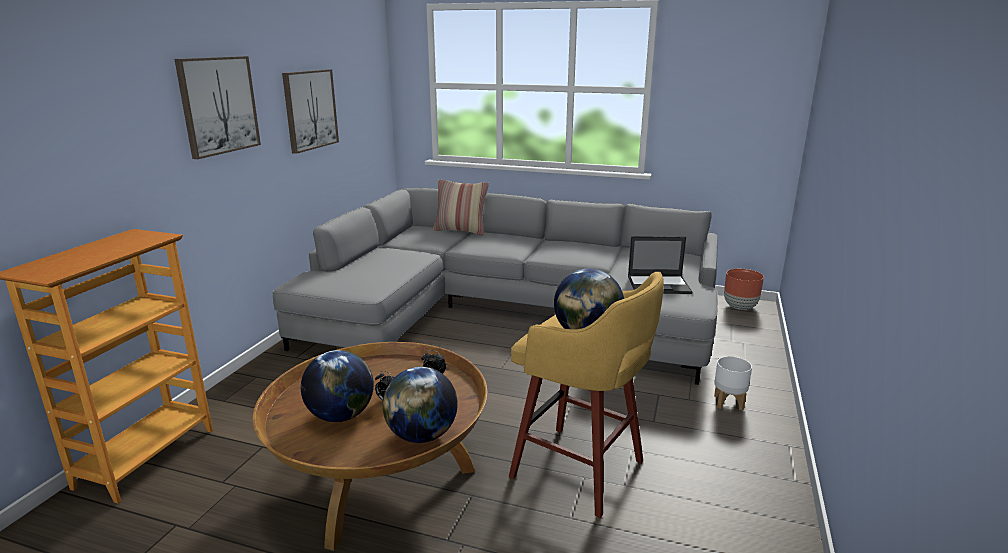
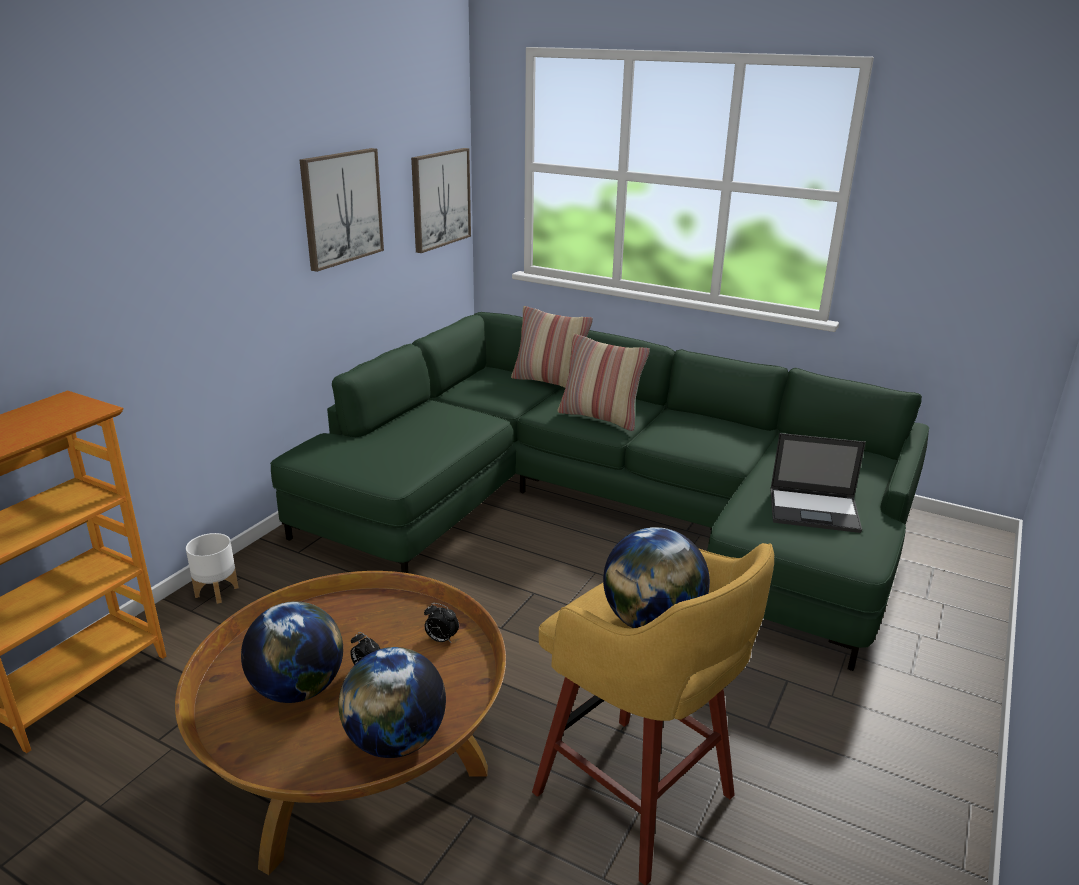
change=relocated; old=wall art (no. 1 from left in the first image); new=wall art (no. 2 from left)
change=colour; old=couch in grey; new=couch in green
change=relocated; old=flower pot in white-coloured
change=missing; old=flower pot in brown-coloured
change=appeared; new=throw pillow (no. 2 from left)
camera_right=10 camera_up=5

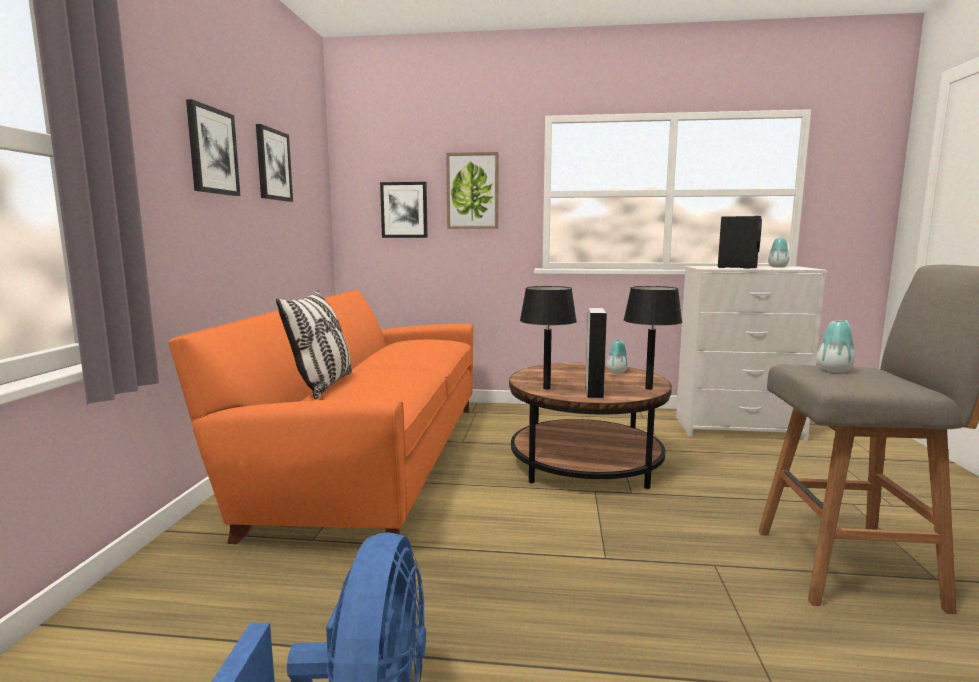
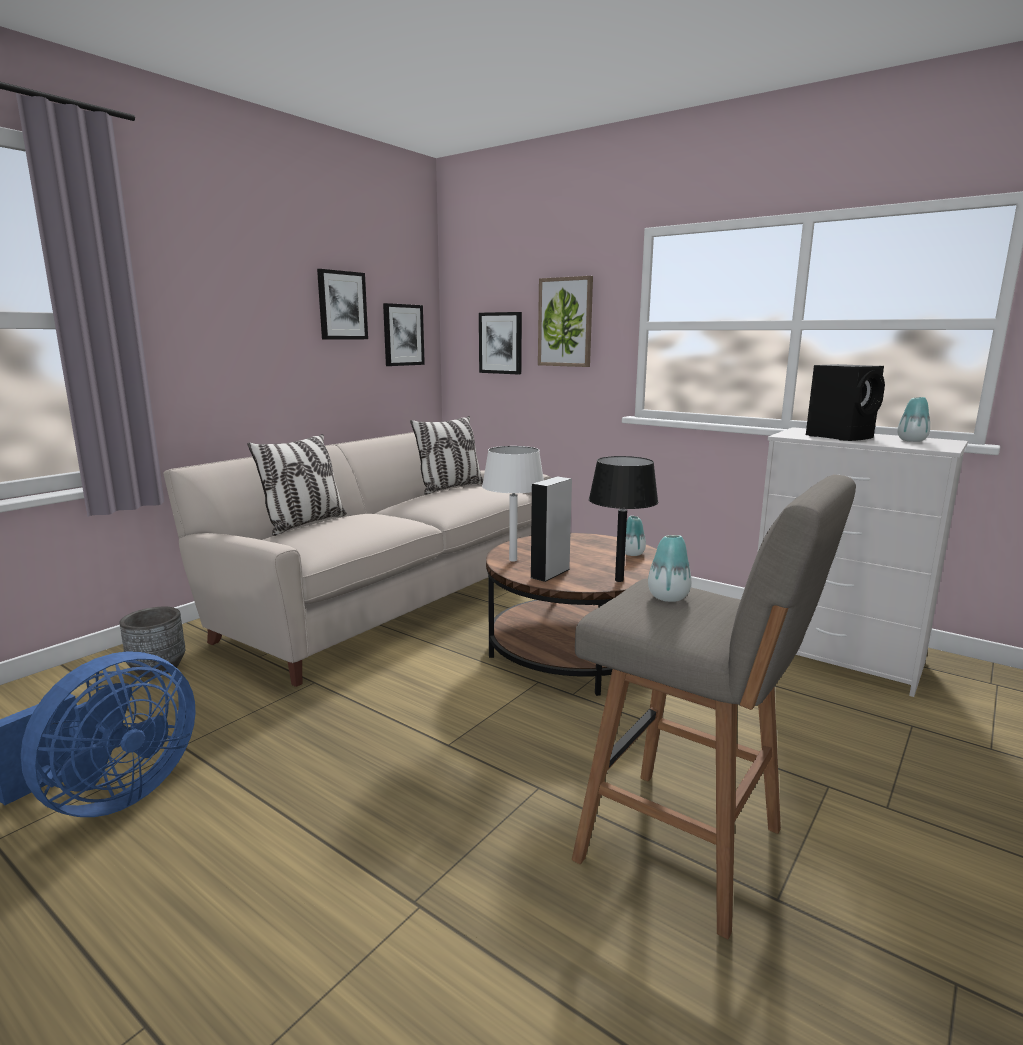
change=colour; old=couch in orange; new=couch in beige
change=relocated; old=wall art (no. 1 from left in the first image); new=wall art (no. 2 from left)
change=colour; old=lamp for a table in black-coloured (no. 1 from left); new=lamp for a table in white-coloured
change=appeared; new=flower pot in grey
change=appeared; new=throw pillow (no. 2 from left)
camera_right=30 camera_up=5

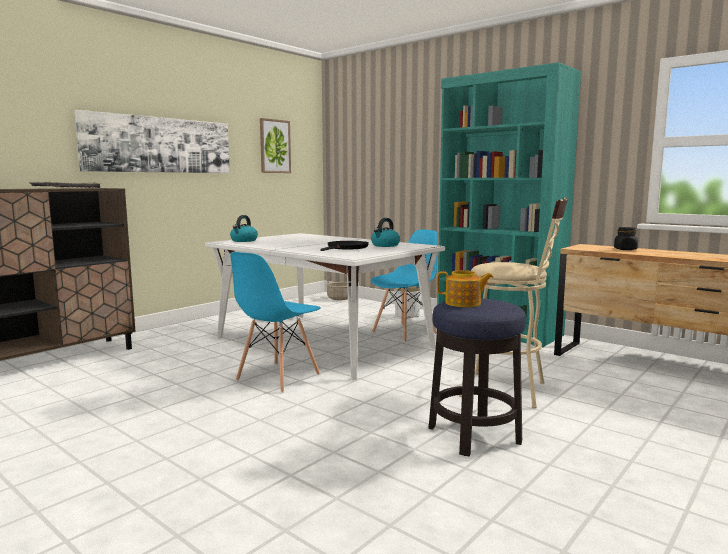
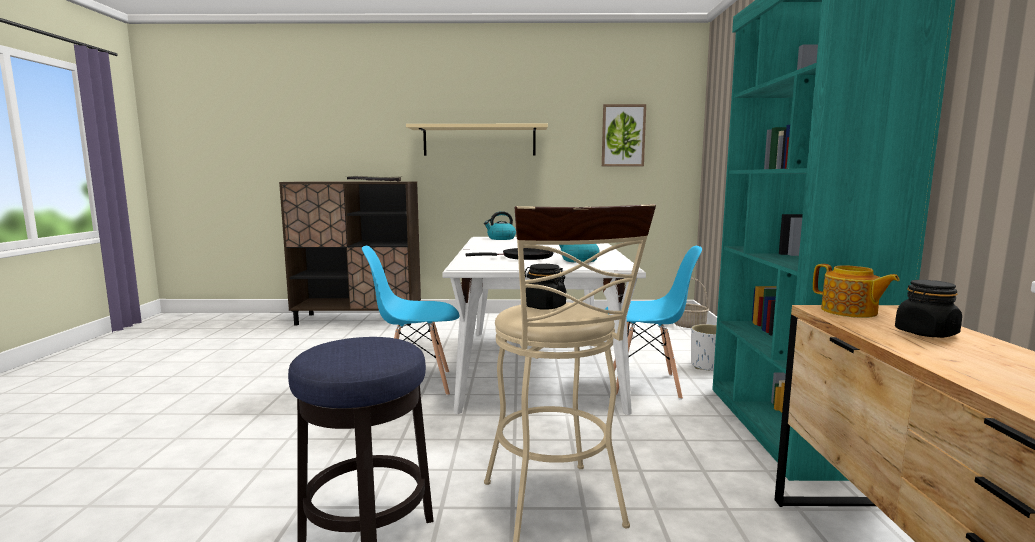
change=exchanged; old=wall art (no. 1 from left); new=shelf in beige
change=relocated; old=teapot
change=appeared; new=jar in black-coloured (no. 1 from left)
camera_right=50 camera_up=0

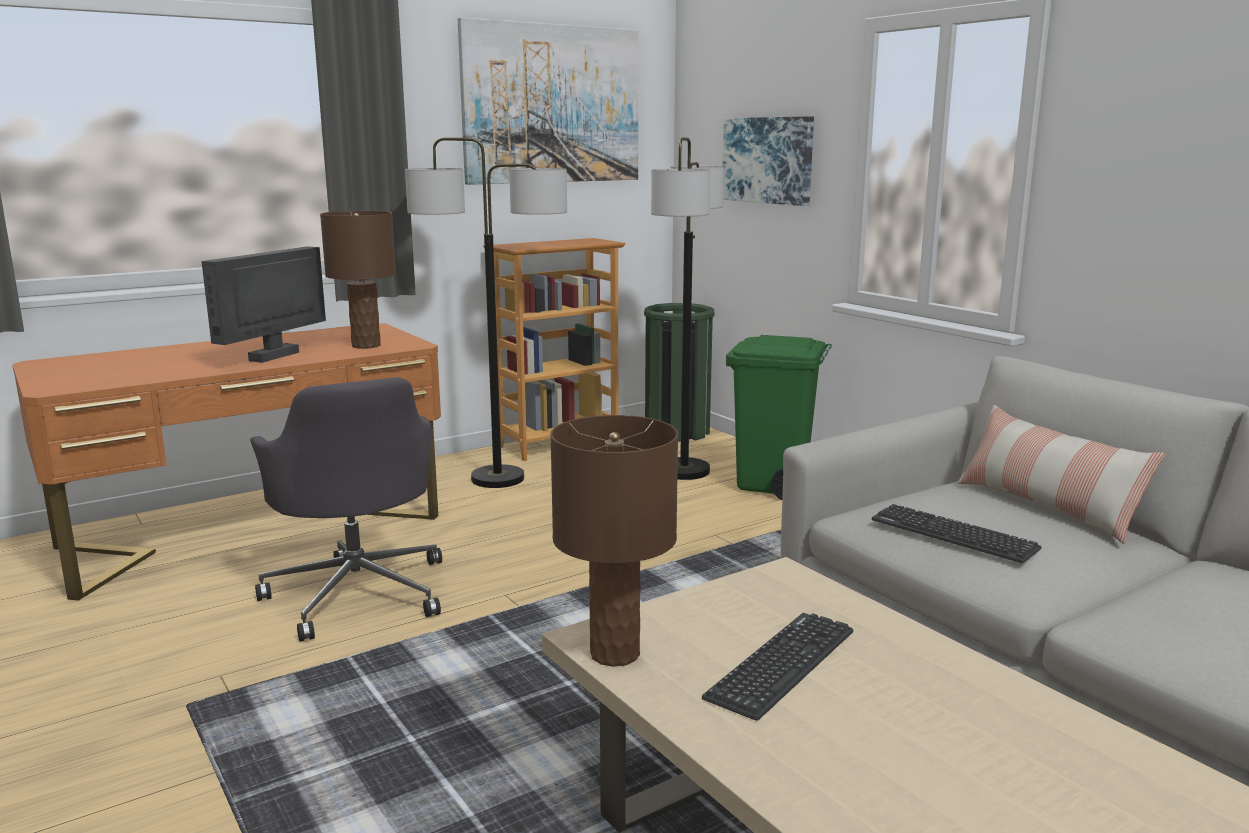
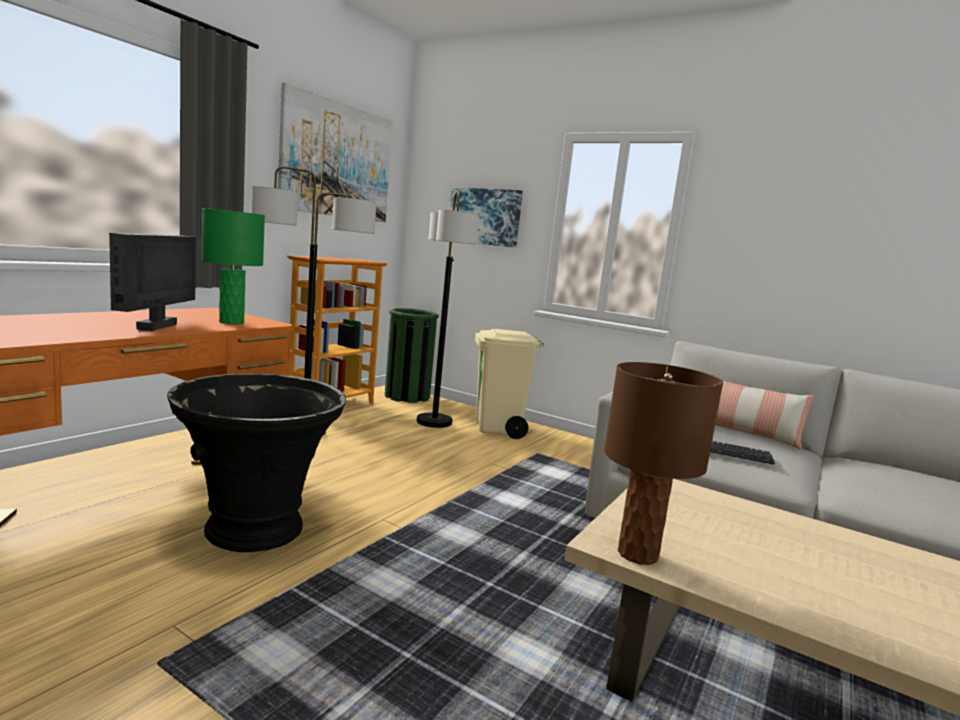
change=exchanged; old=computer chair in grey; new=flower pot in black-coloured
change=colour; old=lamp for a table in brown-coloured (no. 1 from left); new=lamp for a table in green
change=missing; old=computer keyboard (no. 1 from left)
change=colour; old=rubbish bin in green (no. 2 from left); new=rubbish bin in beige
camera_right=-25 camera_up=-5

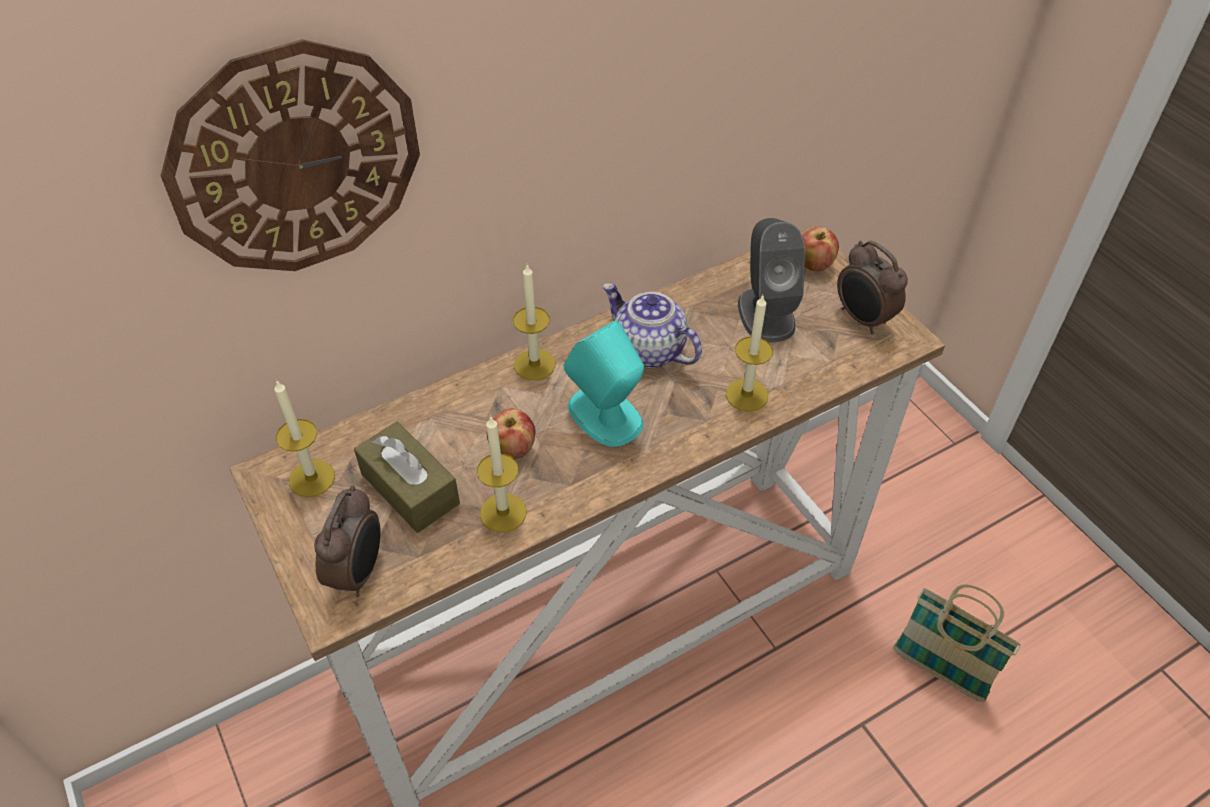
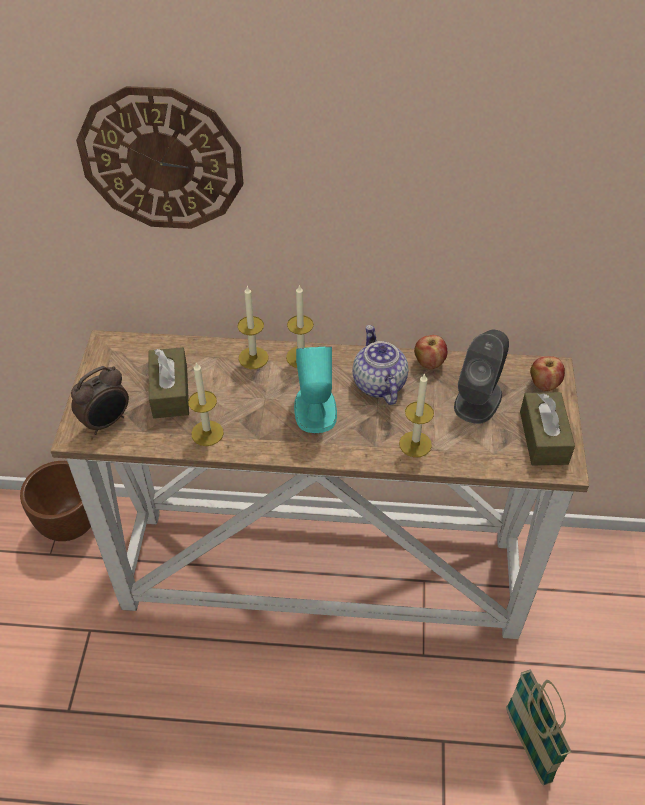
change=relocated; old=candle (no. 1 from left in the first image); new=candle (no. 2 from left)
change=relocated; old=apple (no. 1 from left)
change=exchanged; old=table clock (no. 2 from left); new=box of tissues in brown-coloured (no. 2 from left)
change=appeared; new=flower pot in brown-coloured
camera_right=35 camera_up=0

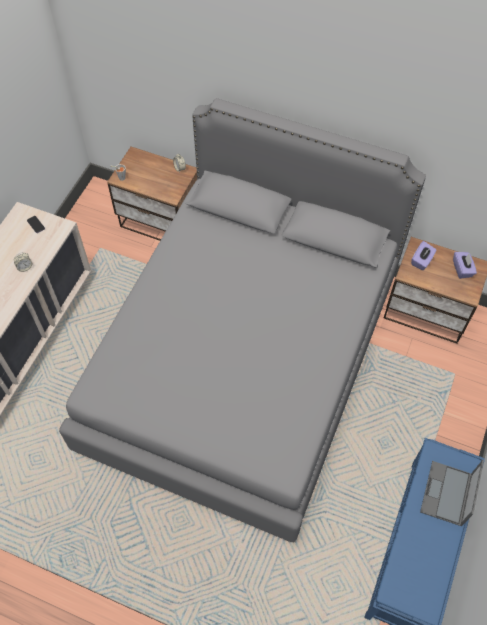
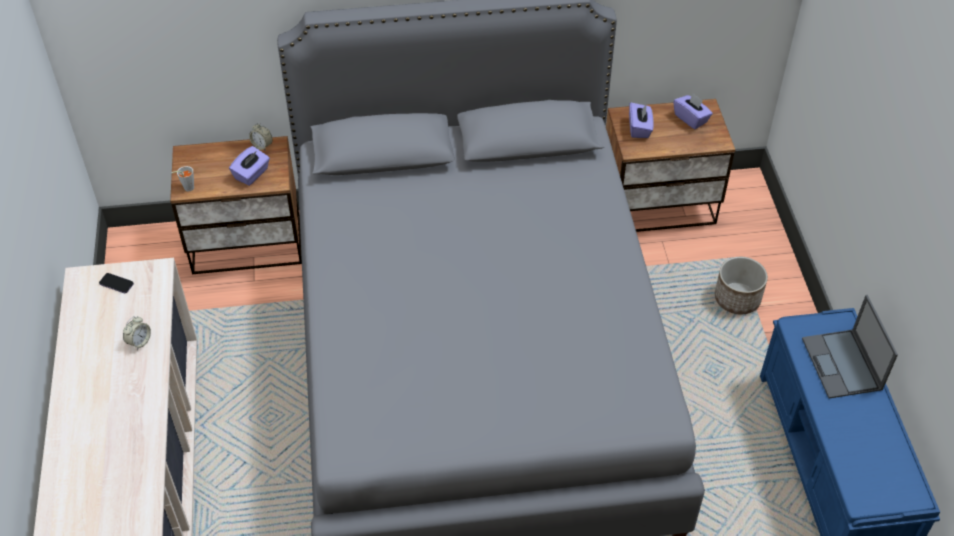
change=appeared; new=box of tissues in purple (no. 1 from left)
change=appeared; new=flower pot
camera_right=-30 camera_up=-10

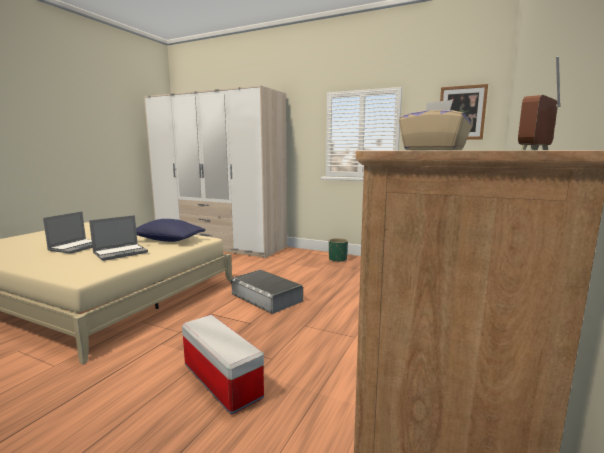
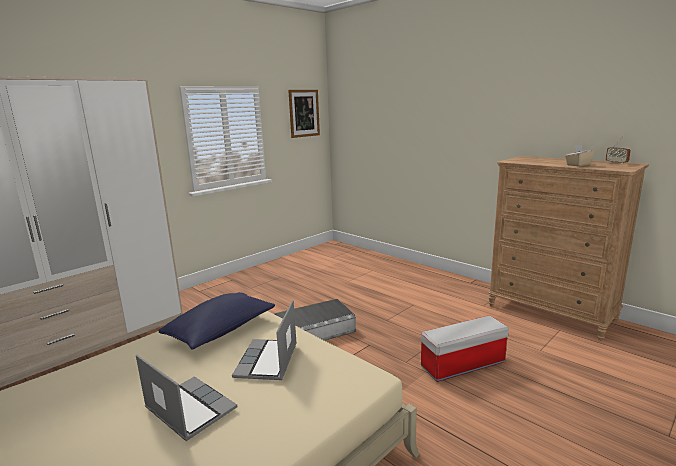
change=spun; old=laptop (no. 2 from left); degrees=-150
change=missing; old=flower pot in green
camera_right=-70 camera_up=5

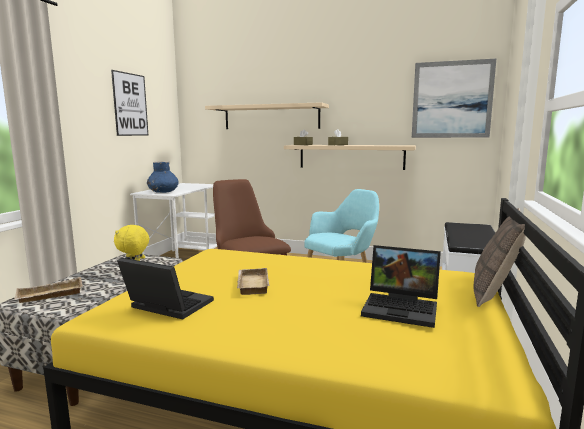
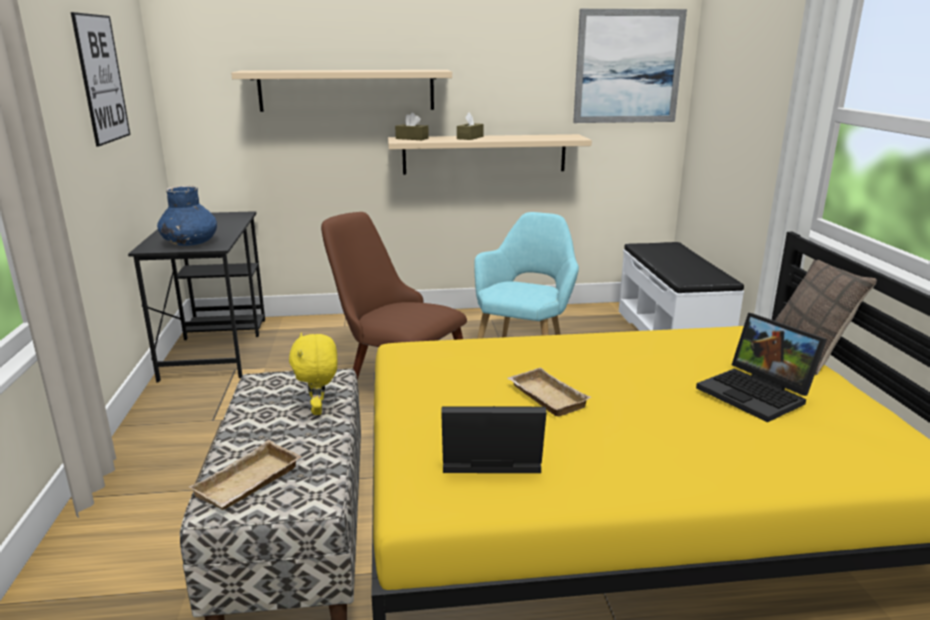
change=colour; old=desk unit in white-coloured; new=desk unit in black-coloured
change=spun; old=laptop (no. 2 from left); degrees=60
camera_right=-25 camera_up=10

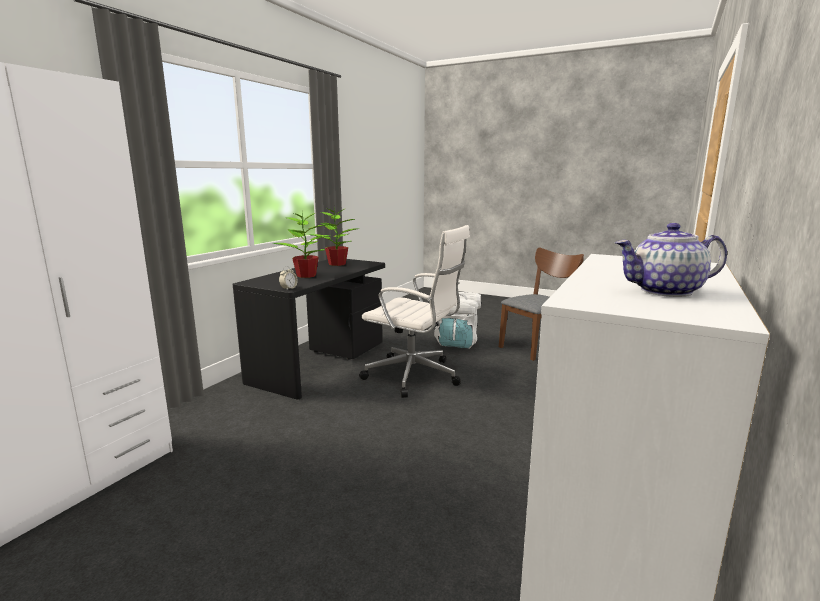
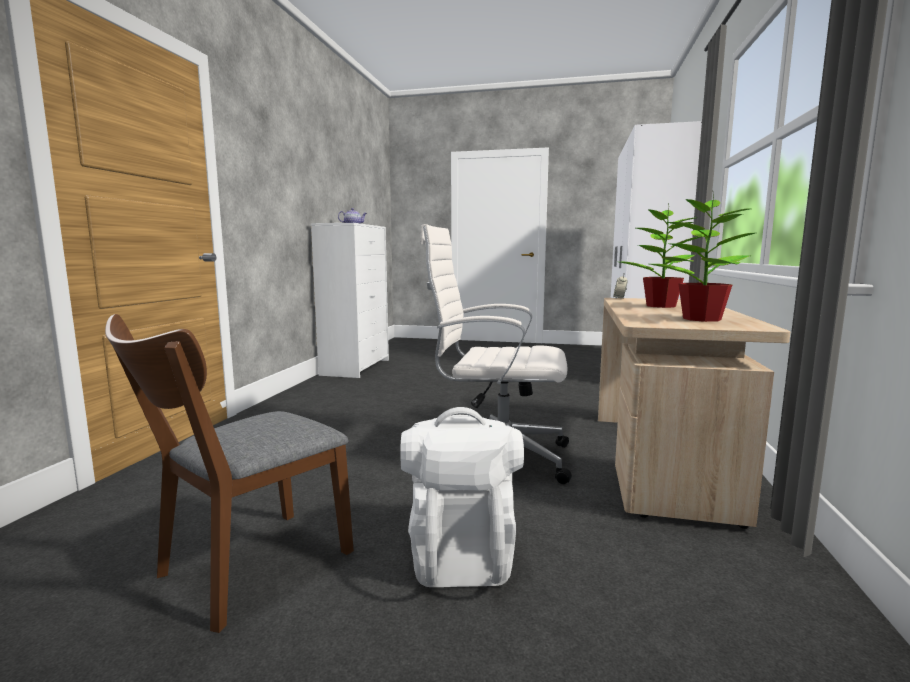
change=colour; old=desk unit in black-coloured; new=desk unit in beige
camera_right=165 camera_up=-5

